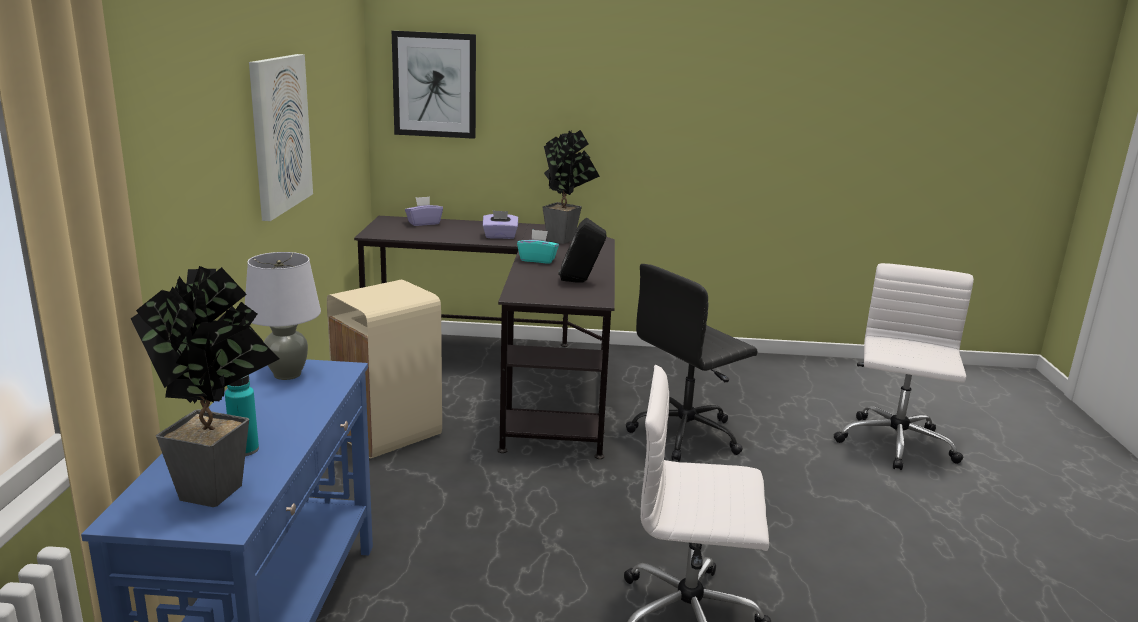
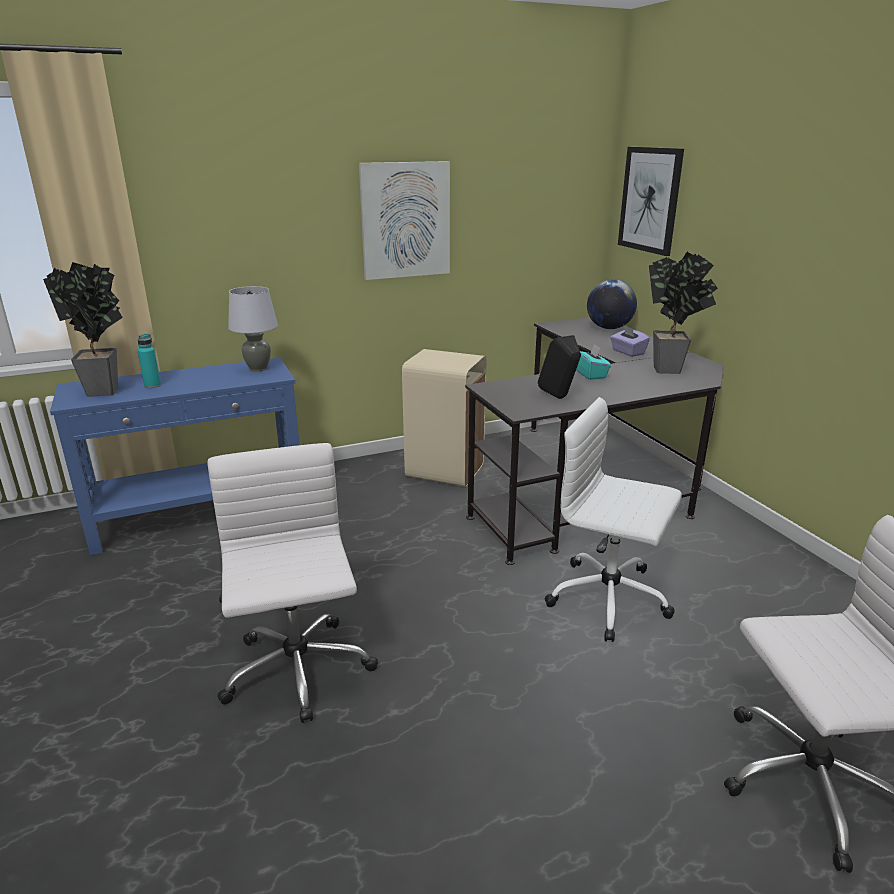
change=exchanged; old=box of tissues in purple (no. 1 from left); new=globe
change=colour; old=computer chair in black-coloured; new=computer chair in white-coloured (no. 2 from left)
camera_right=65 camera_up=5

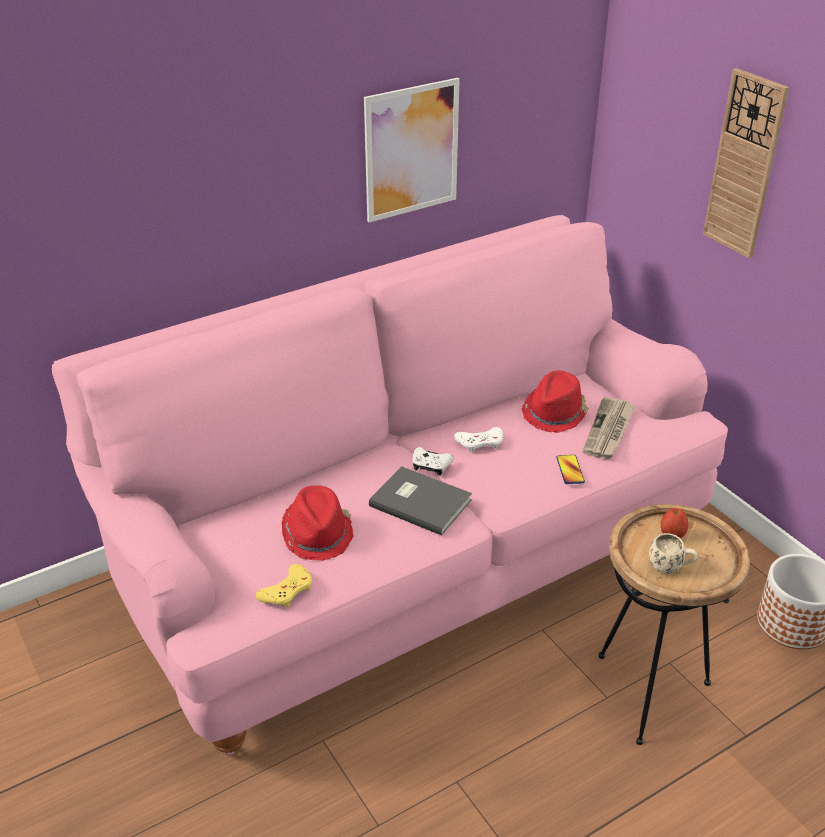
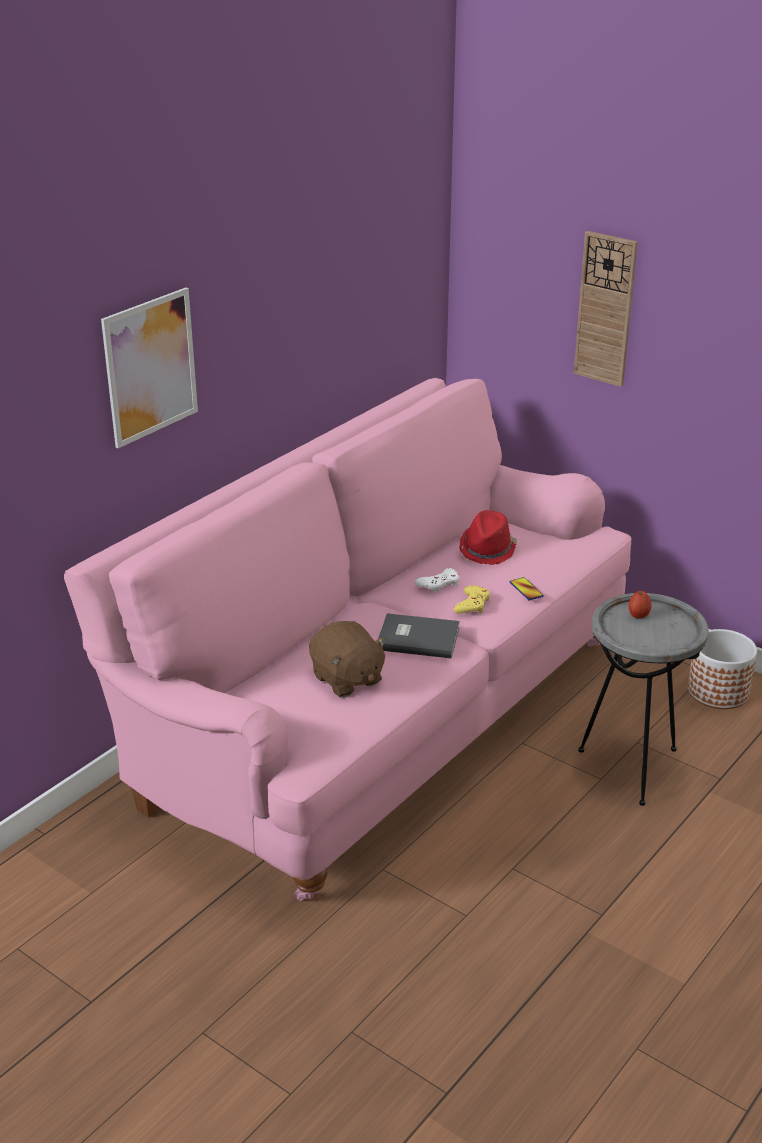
change=relocated; old=joypad in yellow-coloured
change=exchanged; old=hat in reddish (no. 1 from left); new=cuddly toy in brown-coloured
change=relocated; old=wall art
change=missing; old=joypad in white-coloured (no. 1 from left)
change=missing; old=daily paper
change=colour; old=end table in brown-coloured; new=end table in grey
change=missing; old=mug in beige
camera_right=-20 camera_up=-5

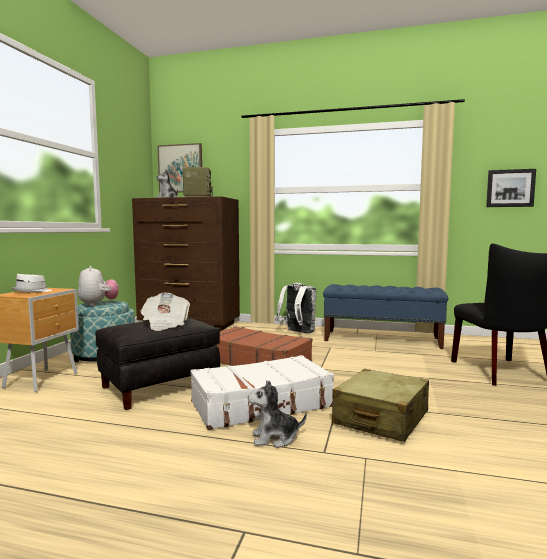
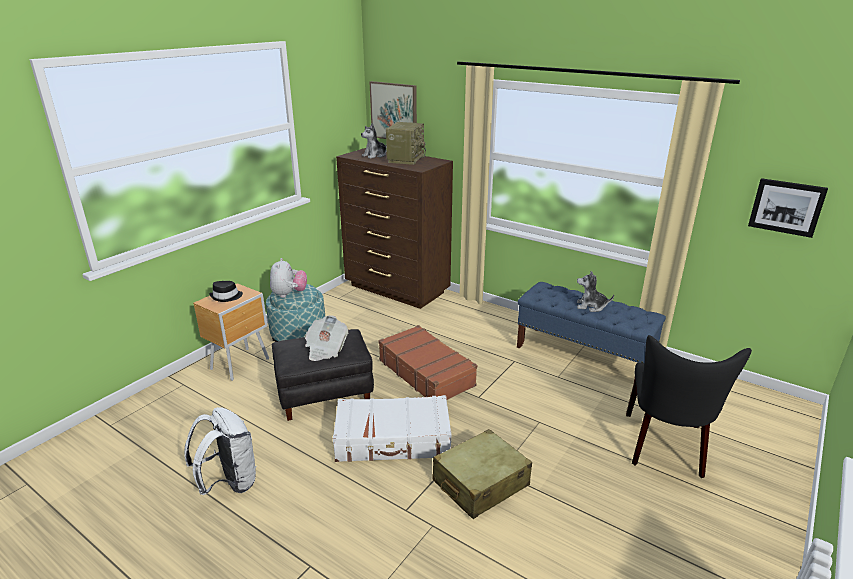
change=colour; old=hat in white-coloured; new=hat in black-coloured
change=relocated; old=cuddly toy (no. 3 from left)
change=relocated; old=knapsack in white-coloured
camera_right=20 camera_up=20

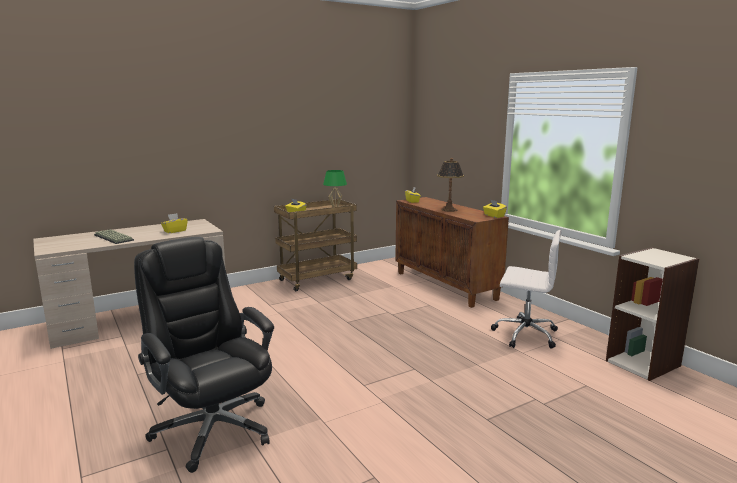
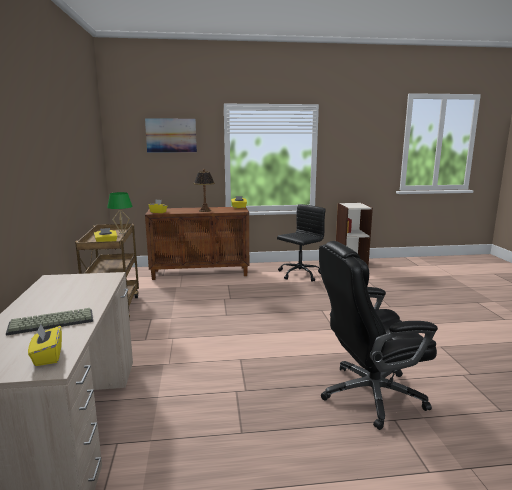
change=relocated; old=box of tissues in yellow-coloured (no. 1 from left)
change=colour; old=computer chair in white-coloured; new=computer chair in black-coloured (no. 1 from left)
change=appeared; new=wall art
camera_right=-65 camera_up=0

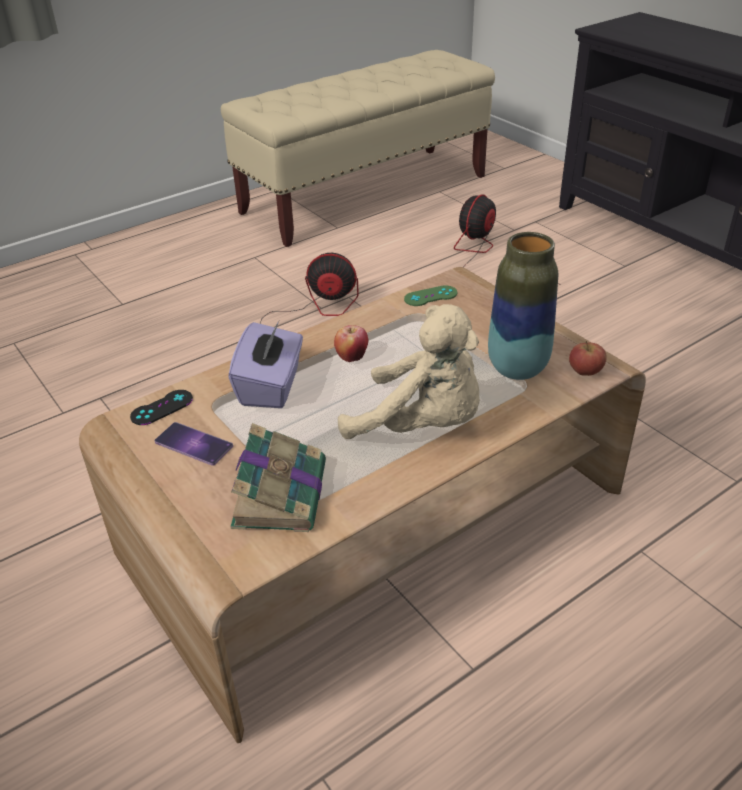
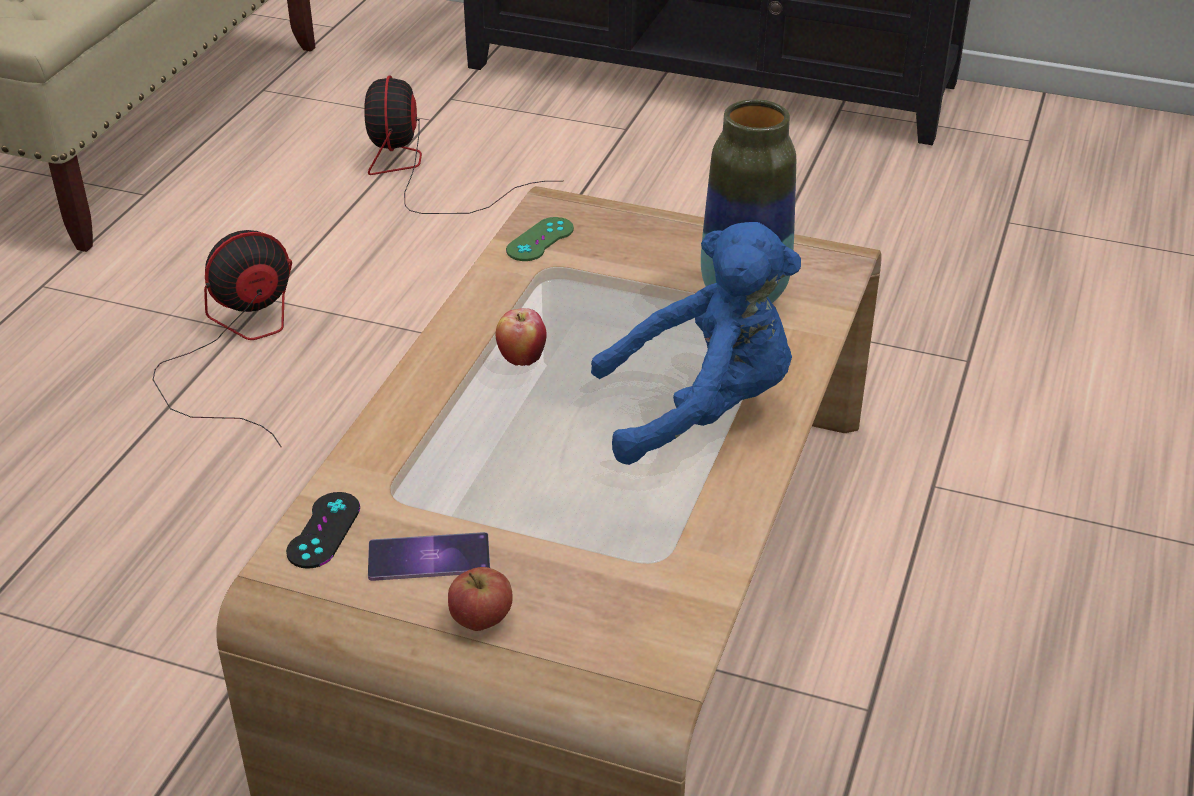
change=missing; old=box of tissues in purple
change=missing; old=book
change=colour; old=cuddly toy in beige; new=cuddly toy in blue-coloured
change=relocated; old=apple (no. 2 from left in the first image); new=apple (no. 1 from left)
camera_right=-35 camera_up=0

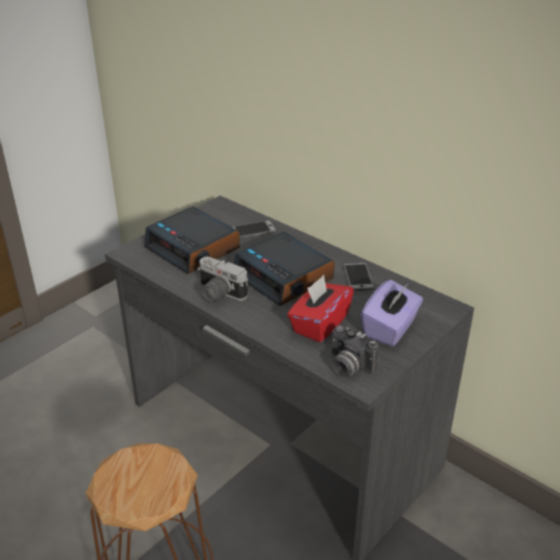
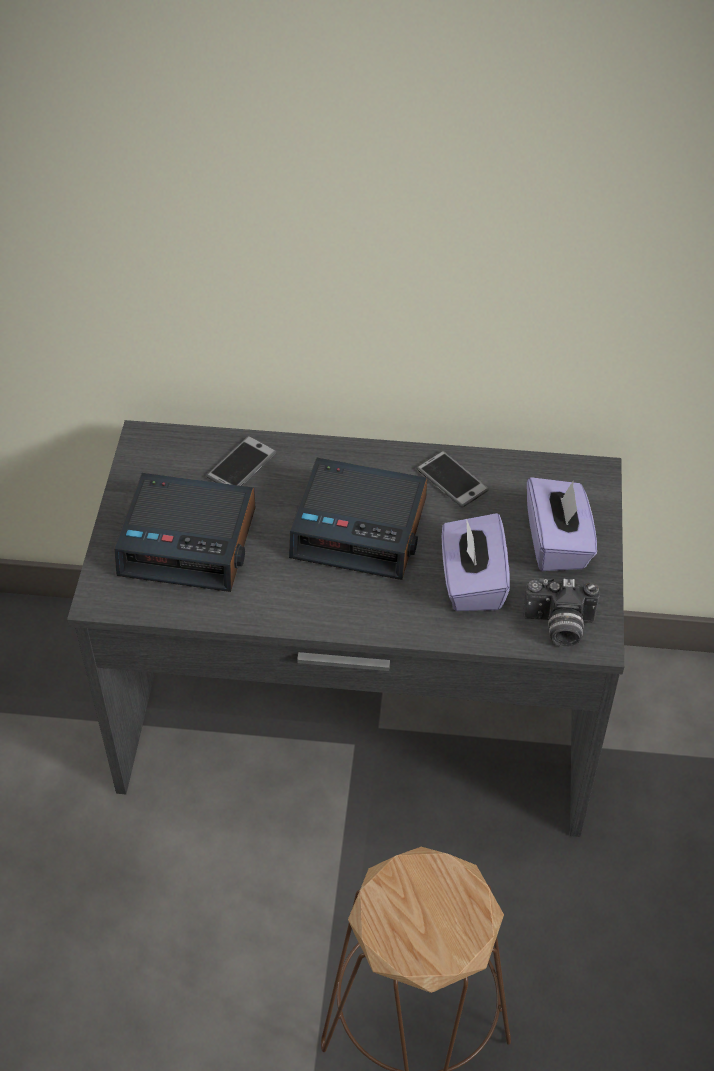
change=missing; old=photo camera (no. 1 from left)
change=colour; old=box of tissues in reddish; new=box of tissues in purple (no. 1 from left)
camera_right=-35 camera_up=15

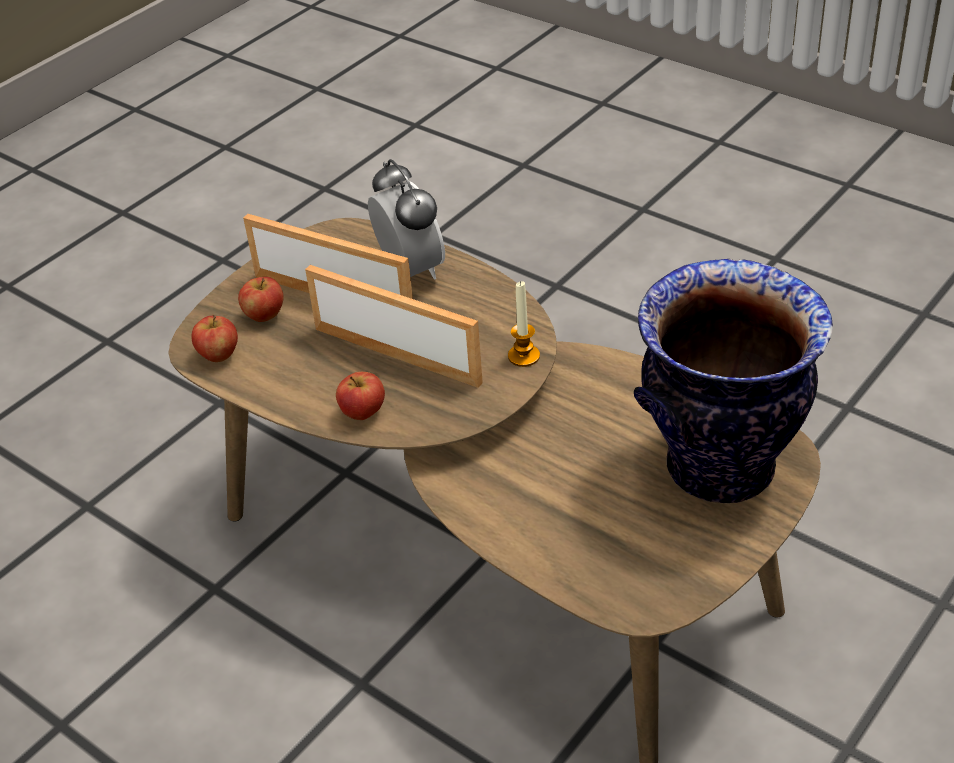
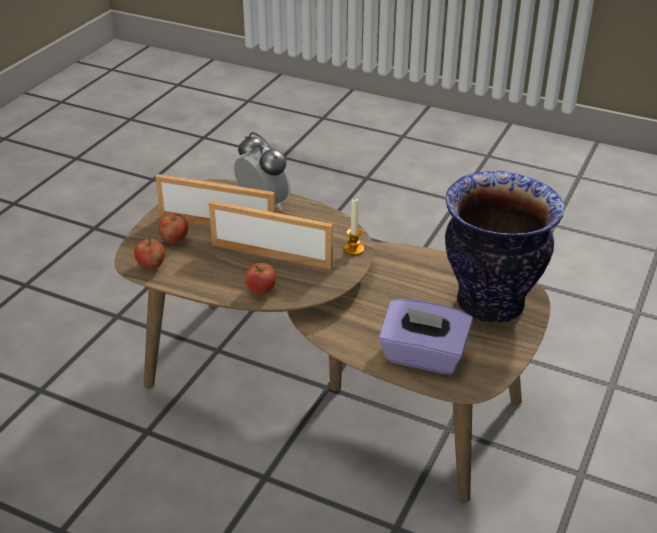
change=appeared; new=box of tissues in purple
camera_right=-15 camera_up=-5

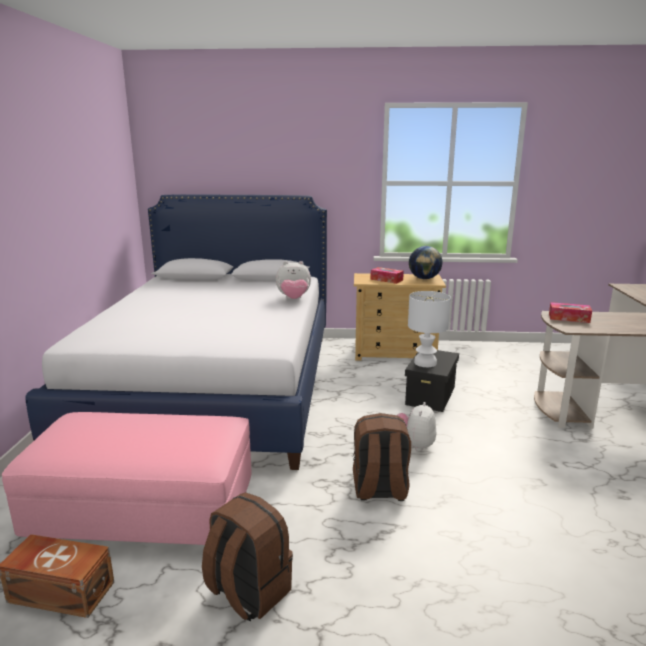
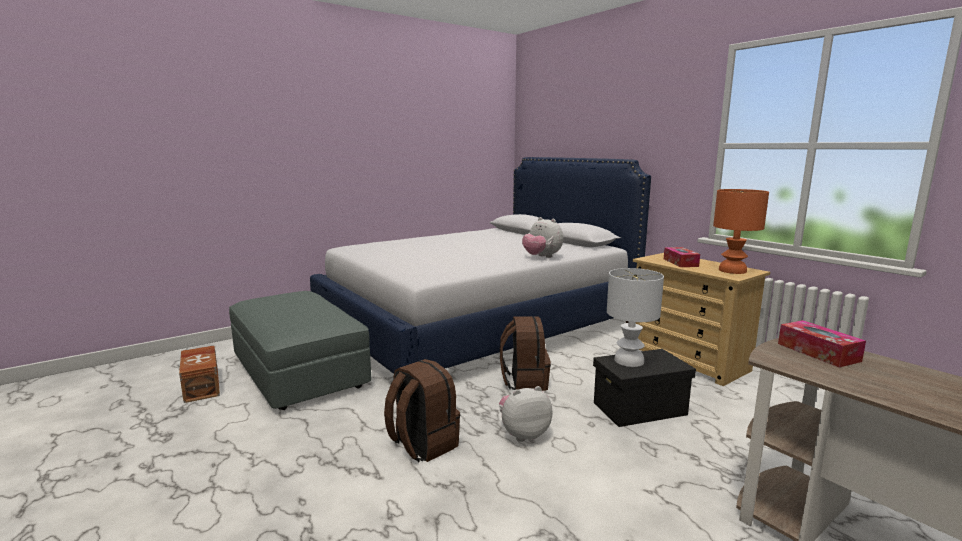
change=colour; old=ottoman in pink; new=ottoman in grey
change=relocated; old=knapsack in brown-coloured (no. 1 from left in the first image); new=knapsack in brown-coloured (no. 2 from left)
change=exchanged; old=globe; new=lamp for a table in orange
camera_right=50 camera_up=-5

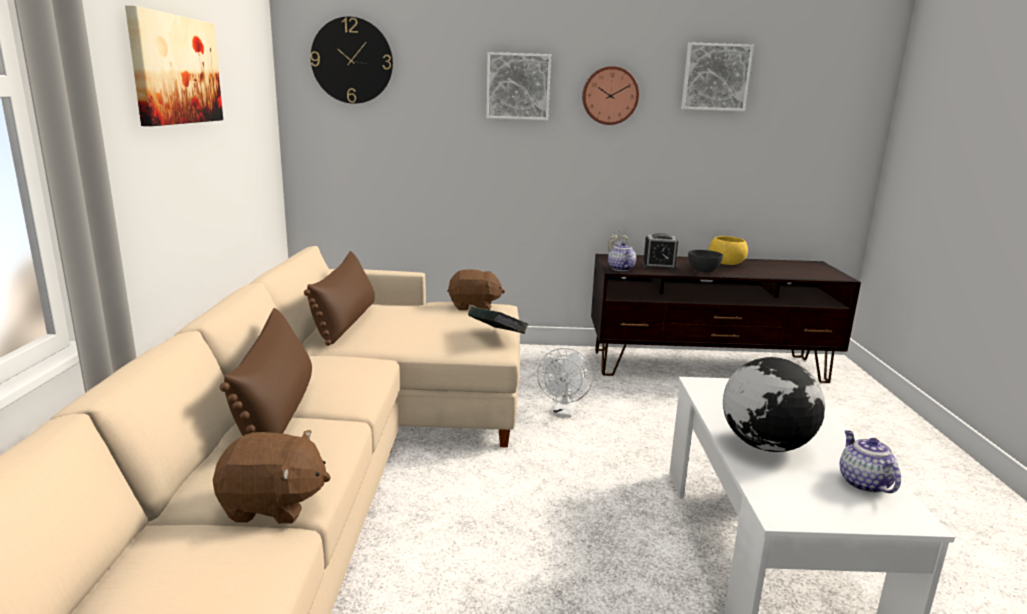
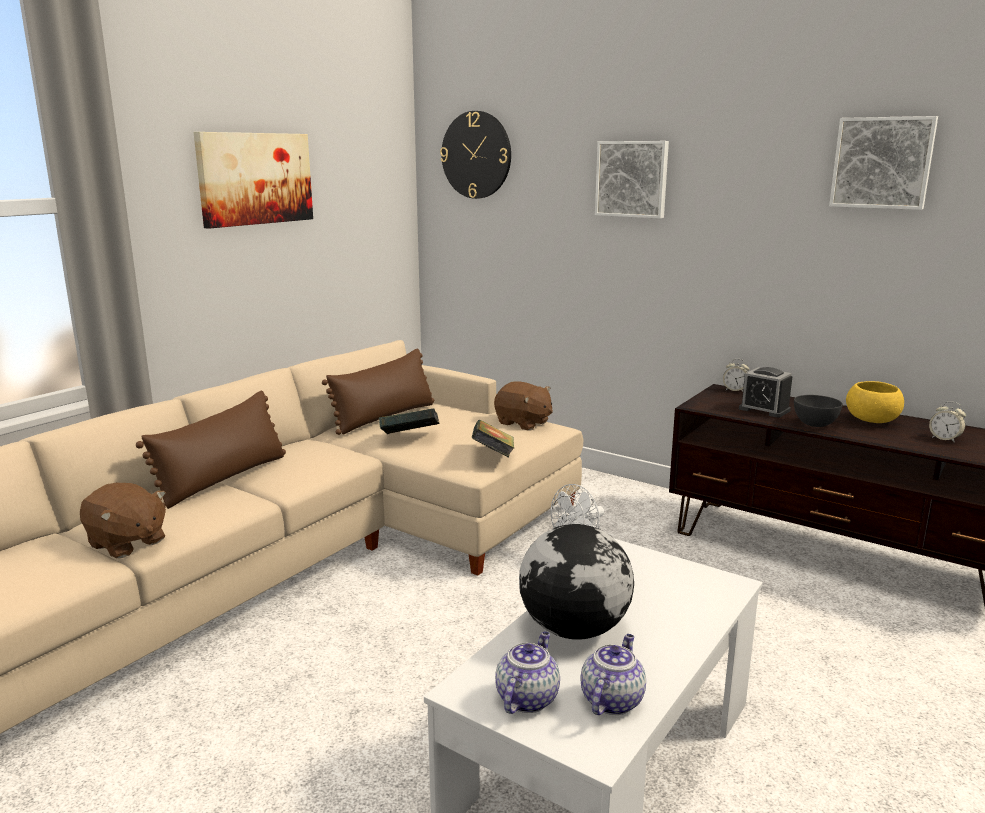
change=missing; old=wall clock (no. 2 from left)
change=relocated; old=teapot (no. 1 from left)
change=appeared; new=book (no. 1 from left)
change=appeared; new=table clock (no. 3 from left)
camera_right=35 camera_up=0

